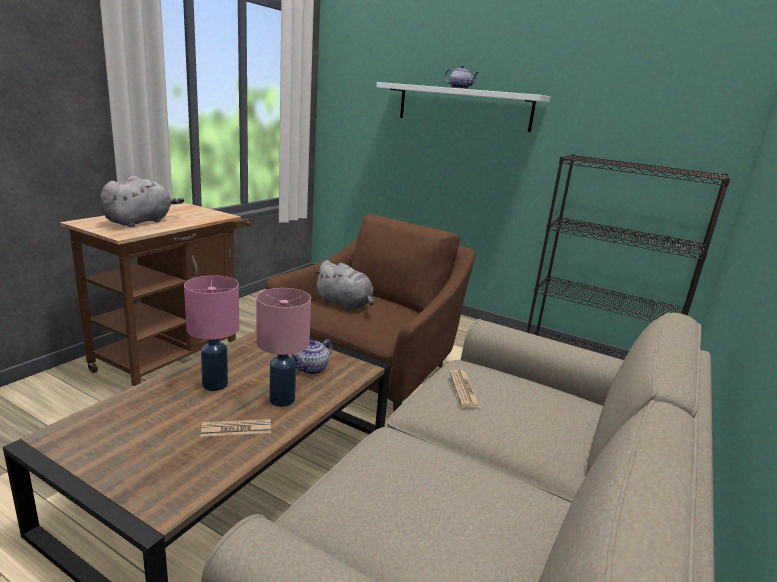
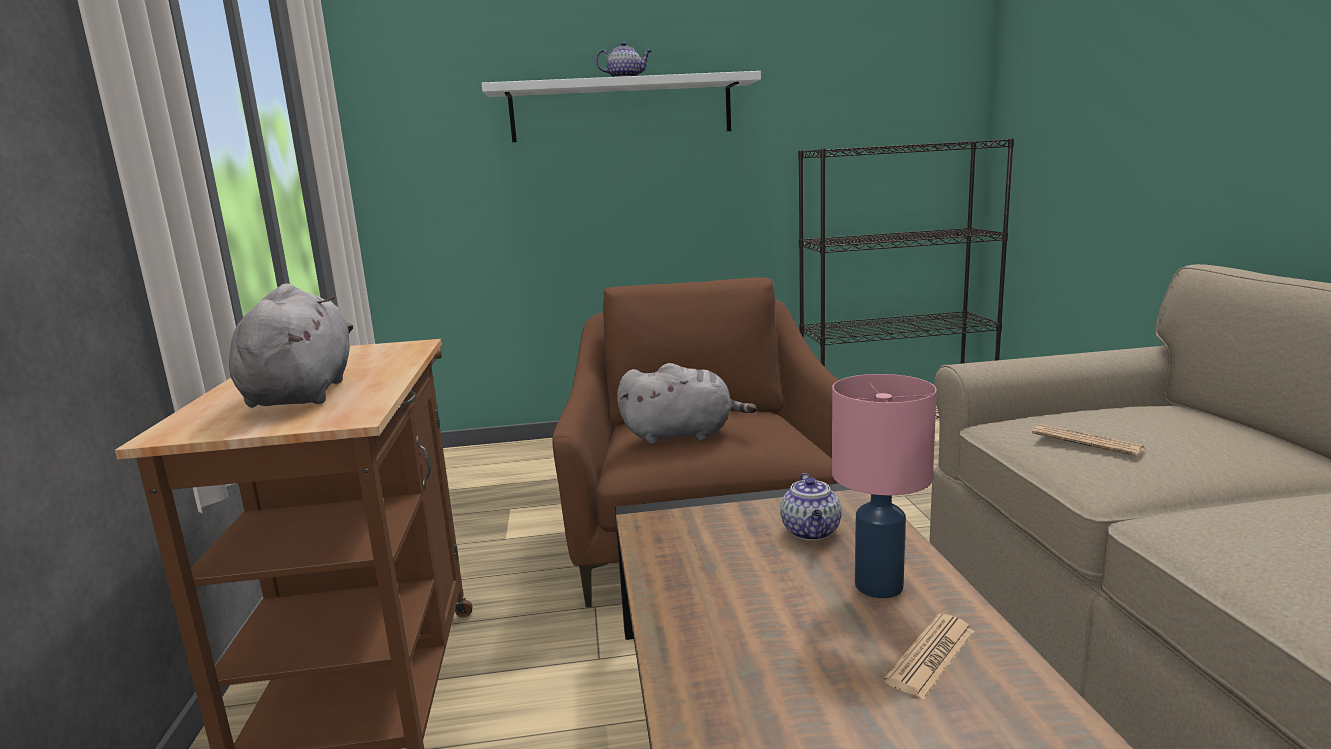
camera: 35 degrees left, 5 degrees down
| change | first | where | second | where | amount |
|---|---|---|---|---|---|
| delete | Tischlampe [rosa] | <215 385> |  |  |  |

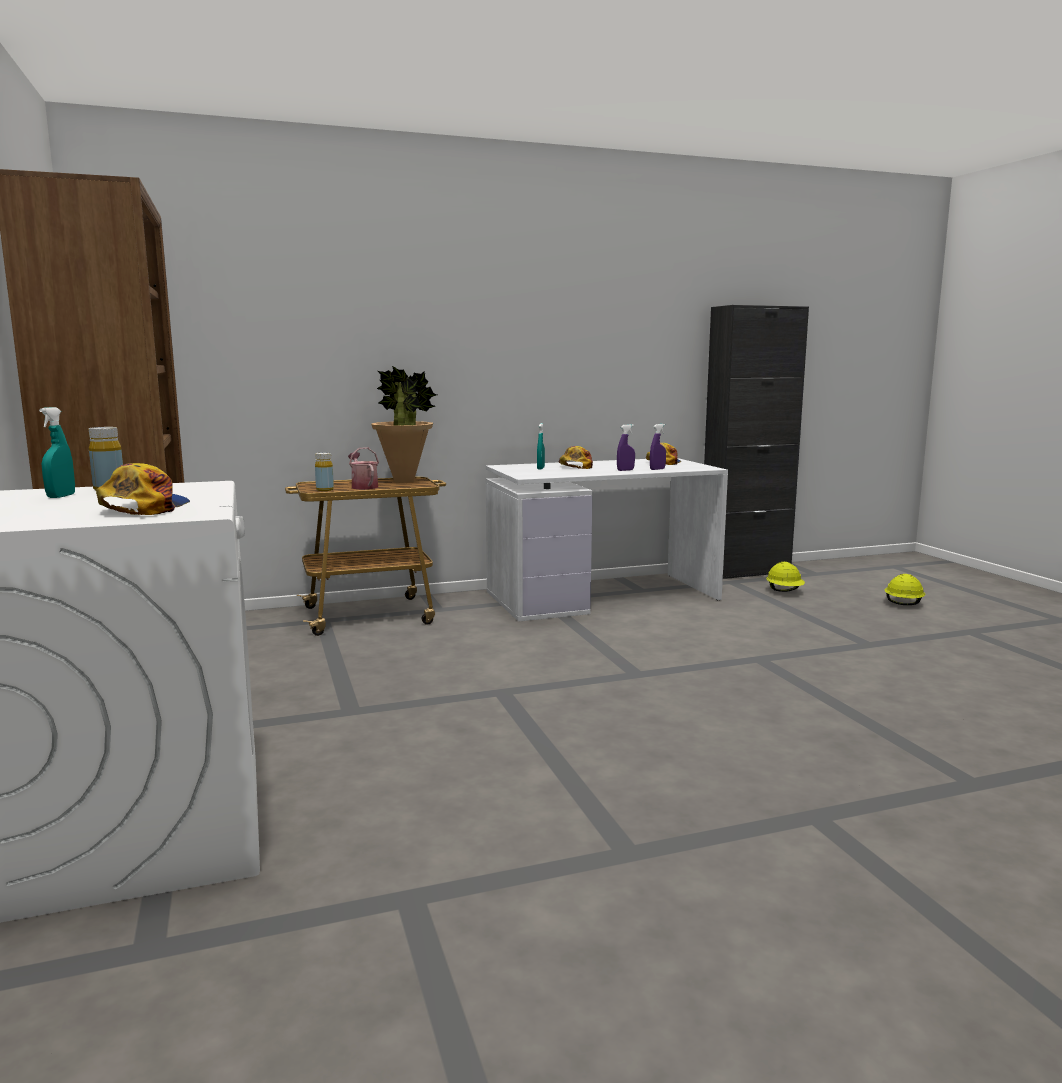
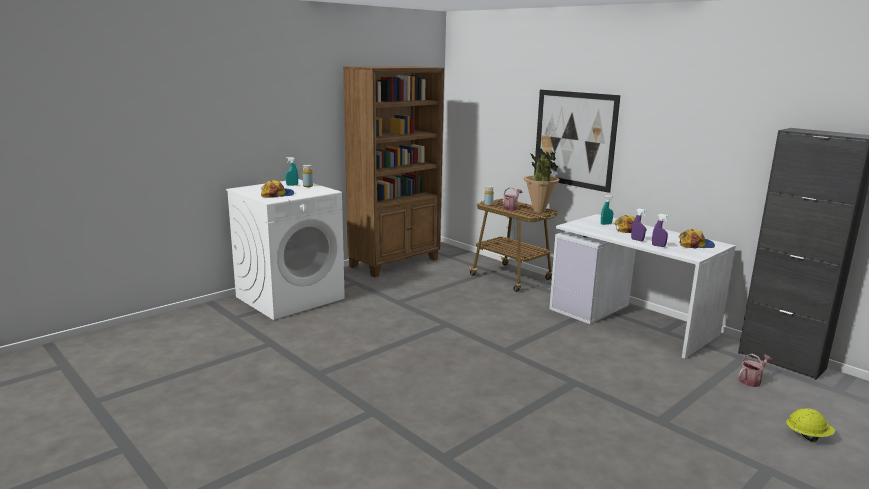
camera: 65 degrees right, 5 degrees up
| change | first | where | second | where | amount |
|---|---|---|---|---|---|
| replace | Schutzhelm [gelb] | <784 591> | Gießkanne | <751 381> |  |
| insert |  |  | Bild | <574 139> |  |

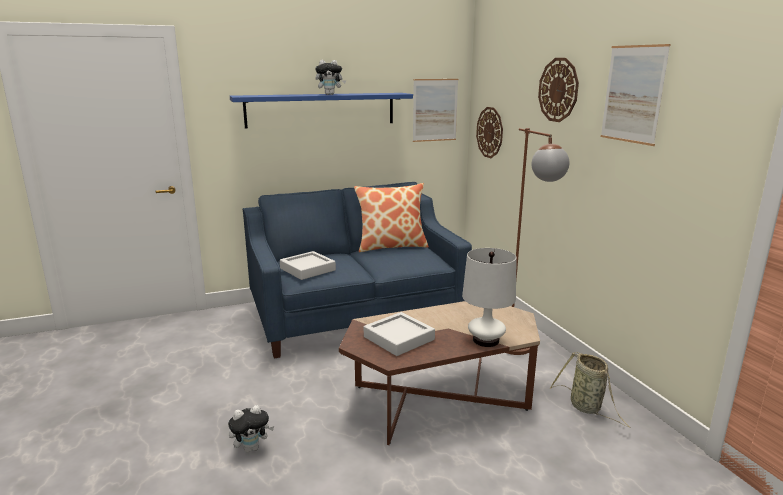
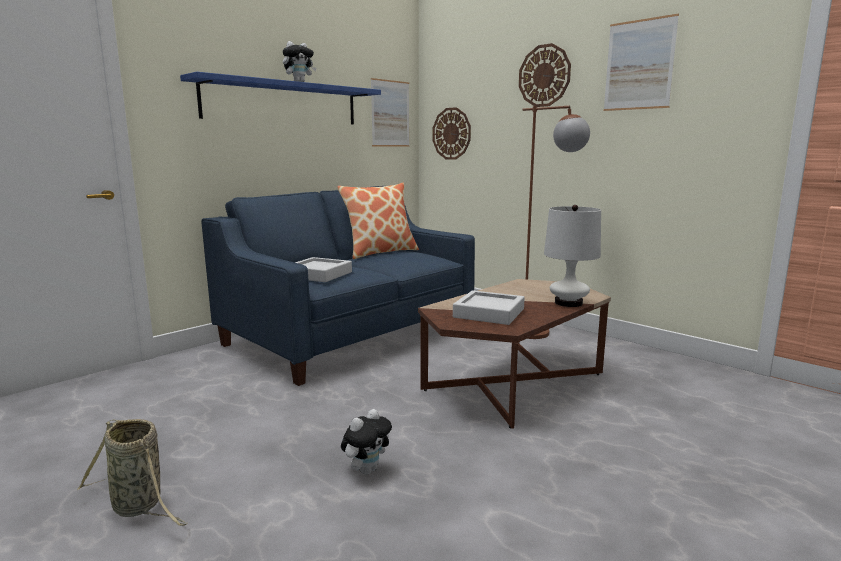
camera: 25 degrees left, 5 degrees down
| change | first | where | second | where | amount |
|---|---|---|---|---|---|
| move | Korb | <587 408> |  | <139 506> |  |

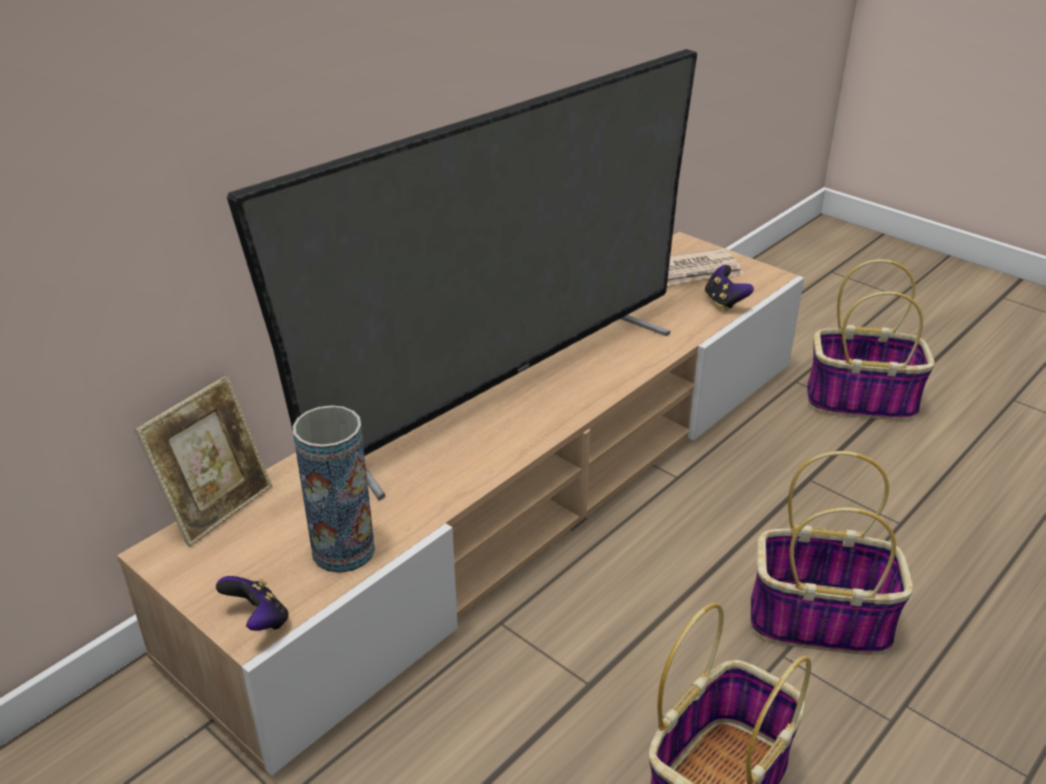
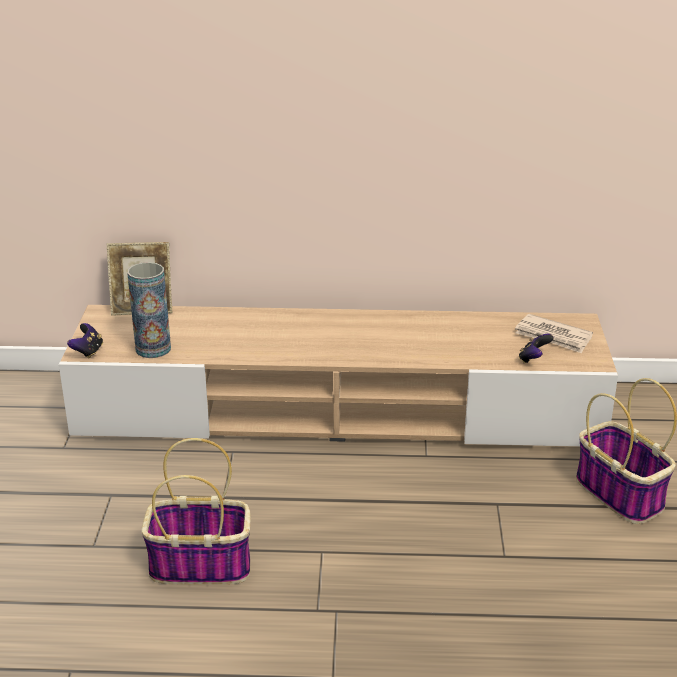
camera: 50 degrees right, 5 degrees down
| change | first | where | second | where | amount |
|---|---|---|---|---|---|
| delete | Fernseher | <505 389> |  |  |  |
| delete | Korb | <821 621> |  |  |  |

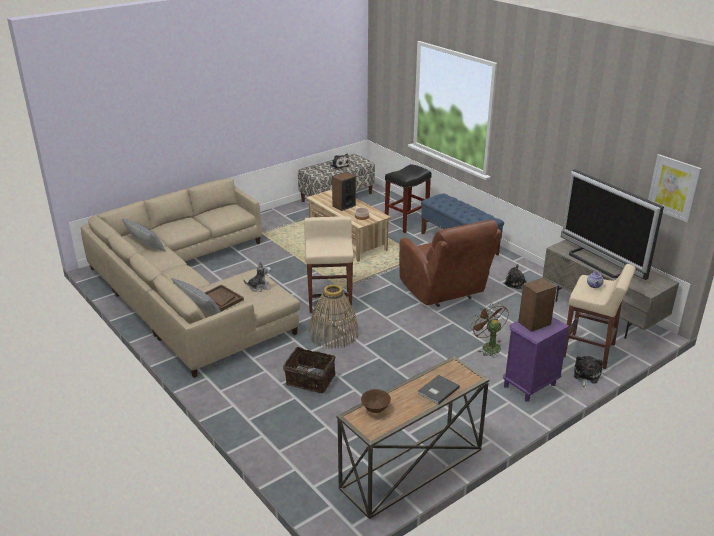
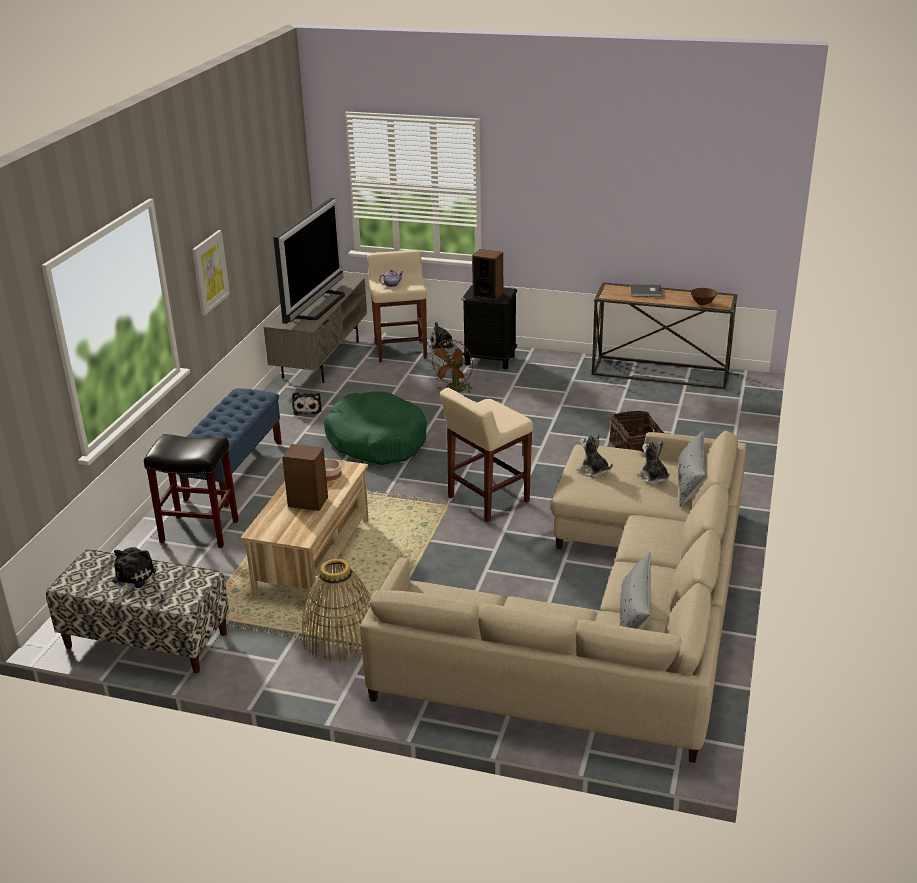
camera: 125 degrees left, 0 degrees up
| change | first | where | second | where | amount |
|---|---|---|---|---|---|
| move | Bild | <673 187> |  | <210 272> |  |
| replace | Sessel [braun] | <444 292> | Hundebett [grün] | <377 441> |  |
| replace | Tablett [braun] | <221 299> | Plüschtier | <653 478> |  |
| move | Korb | <333 334> |  | <341 635> |  |
| recolor | Nachttisch [lila] | <529 385> | Nachttisch [schwarz] | <490 360> |  |

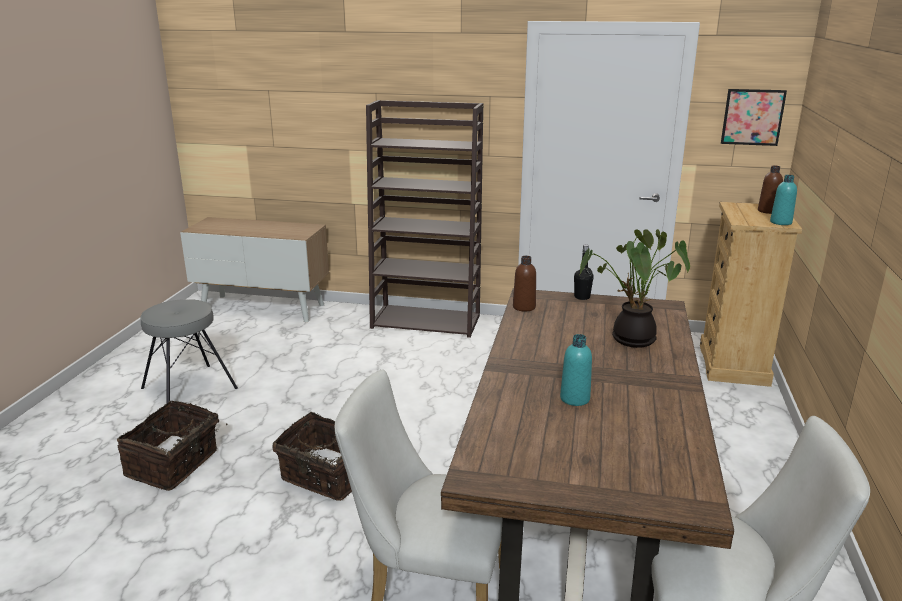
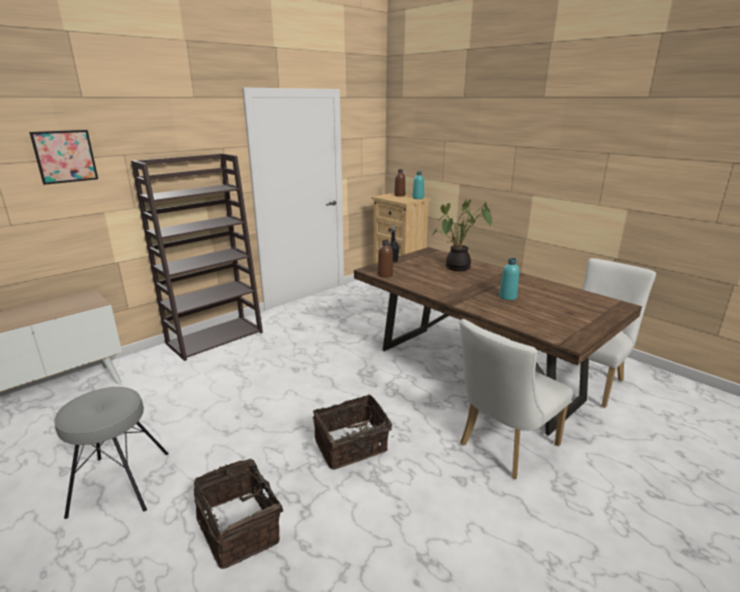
camera: 55 degrees left, 0 degrees up
| change | first | where | second | where | amount |
|---|---|---|---|---|---|
| move | Bild | <752 117> |  | <65 156> |  |

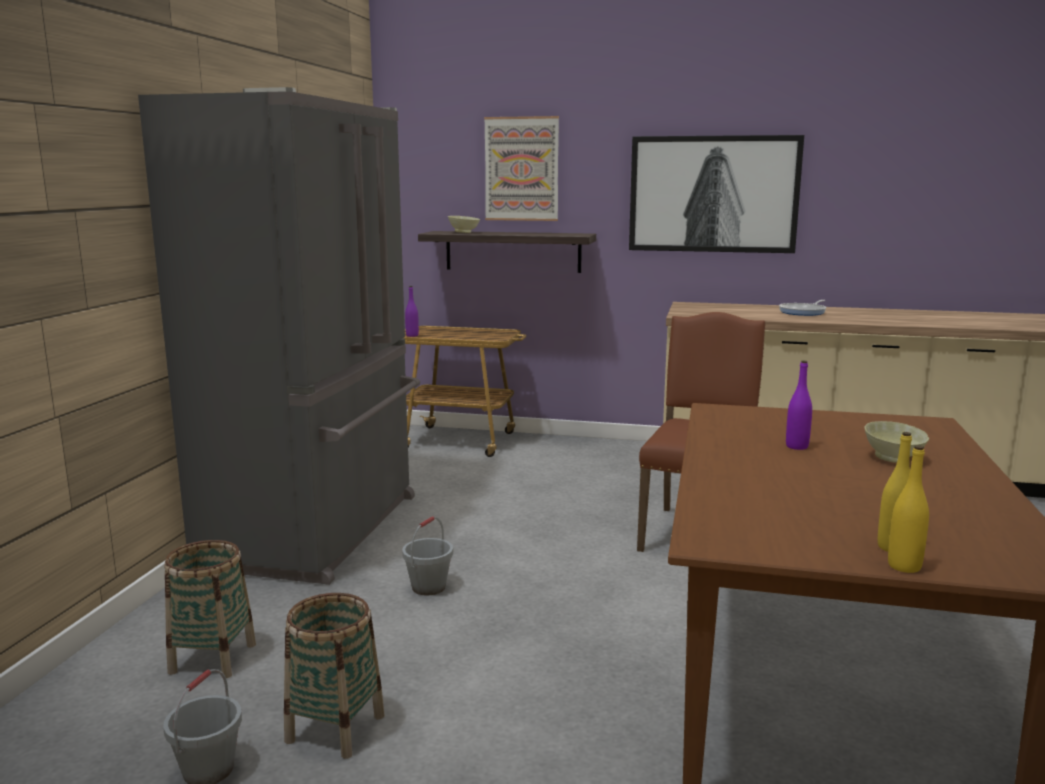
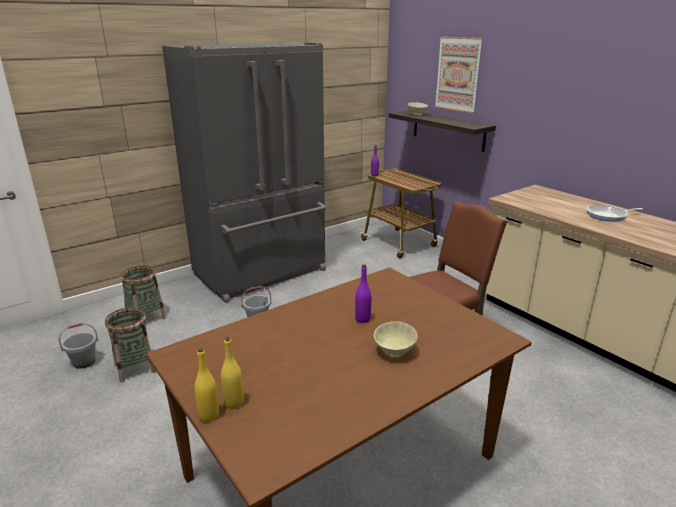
camera: 40 degrees right, 10 degrees up
| change | first | where | second | where | amount |
|---|---|---|---|---|---|
| delete | Bild | <713 194> |  |  |  |

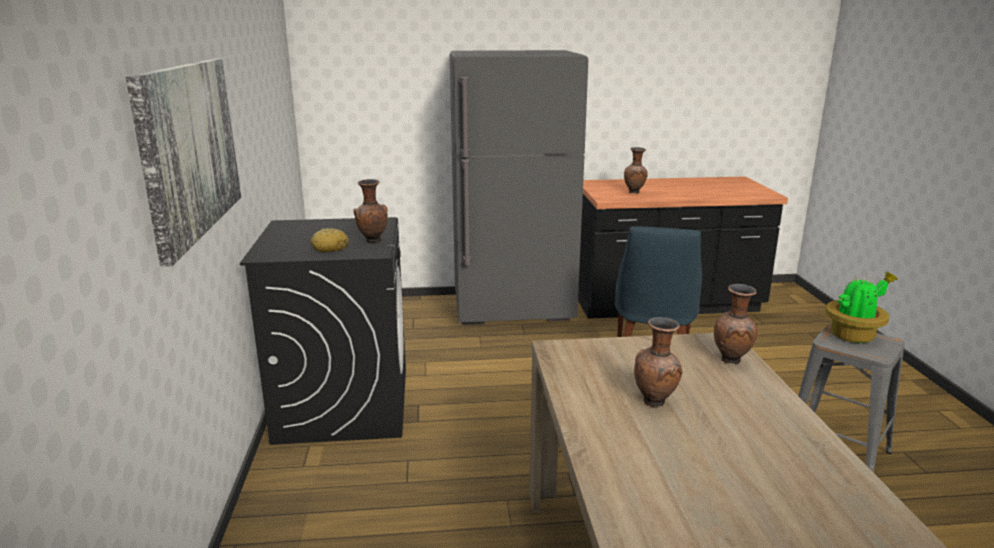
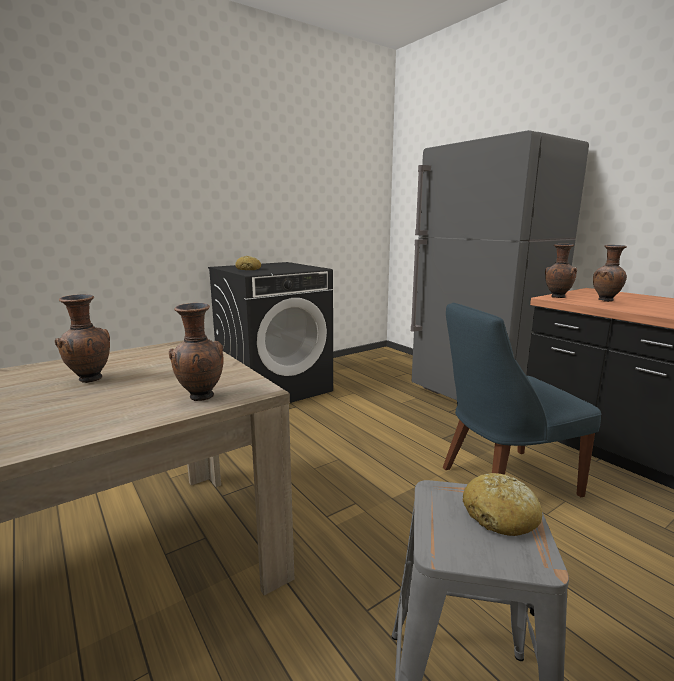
camera: 60 degrees right, 5 degrees down
| change | first | where | second | where | amount |
|---|---|---|---|---|---|
| delete | Bild | <190 149> |  |  |  |
| move | Vase [braun] | <372 241> |  | <557 297> |  |
| replace | Topfpflanze | <854 335> | Brot | <500 516> |  |

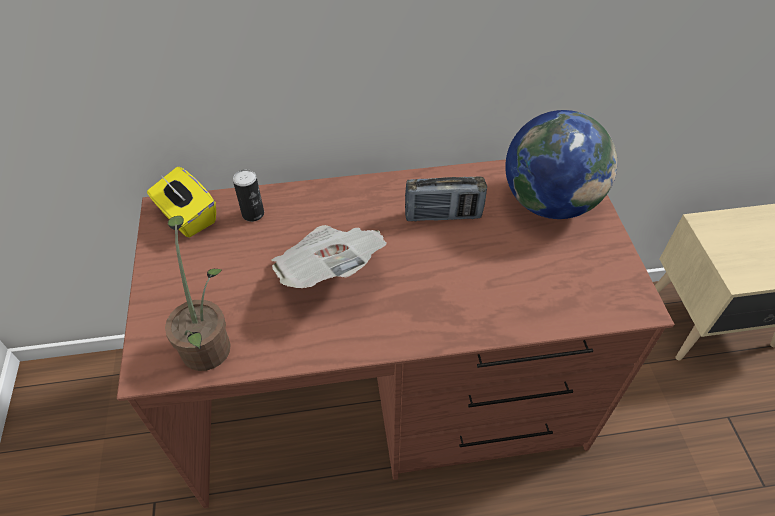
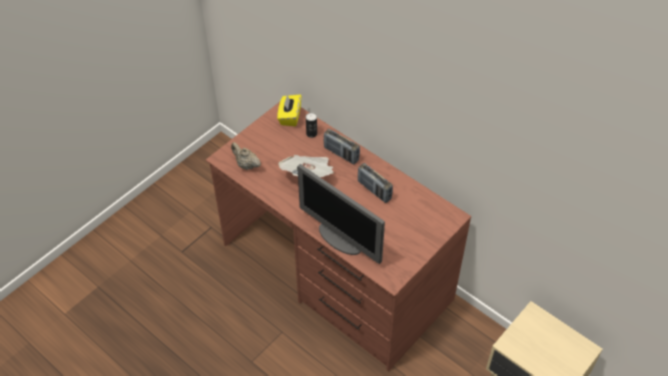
camera: 50 degrees right, 0 degrees up
| change | first | where | second | where | amount |
|---|---|---|---|---|---|
| delete | Globus | <549 202> |  |  |  |
| replace | Topfpflanze | <207 342> | Teekanne [beige] | <246 165> |  |
| insert |  |  | Radio | <341 154> |  |
| insert |  |  | Monitor | <340 239> |  |

